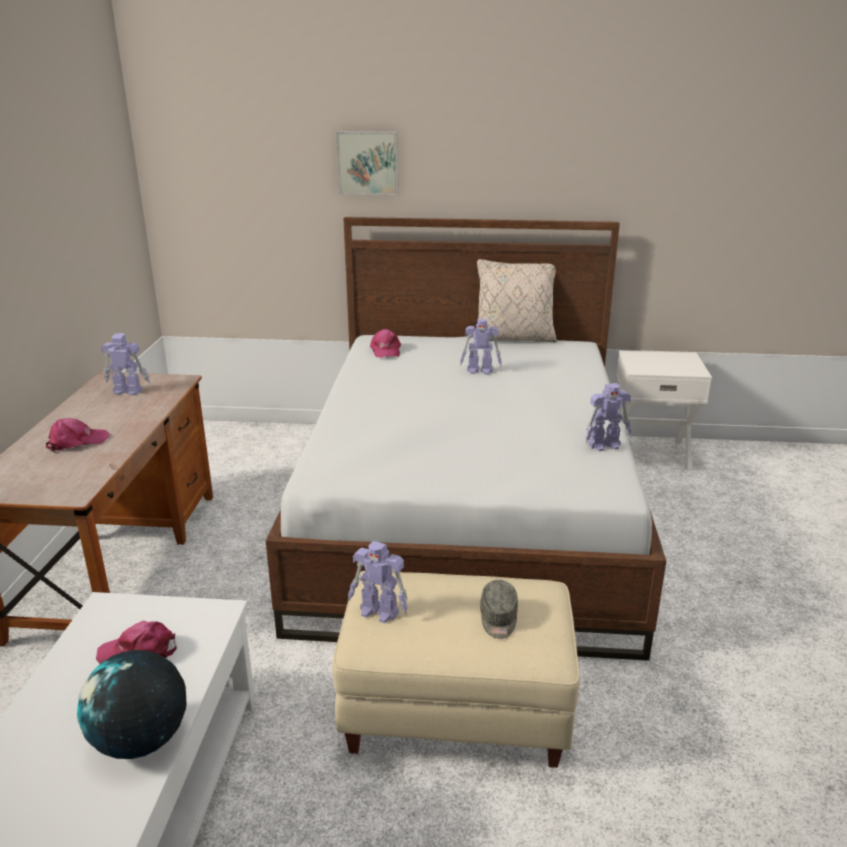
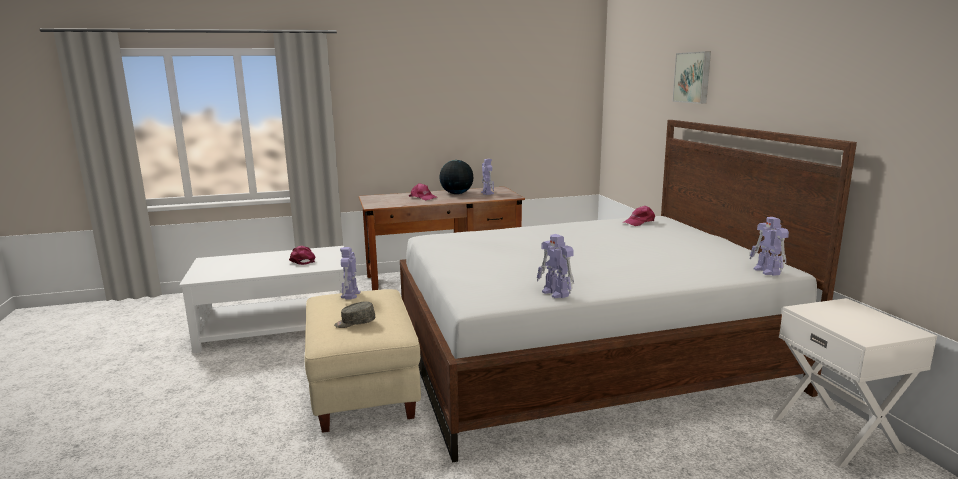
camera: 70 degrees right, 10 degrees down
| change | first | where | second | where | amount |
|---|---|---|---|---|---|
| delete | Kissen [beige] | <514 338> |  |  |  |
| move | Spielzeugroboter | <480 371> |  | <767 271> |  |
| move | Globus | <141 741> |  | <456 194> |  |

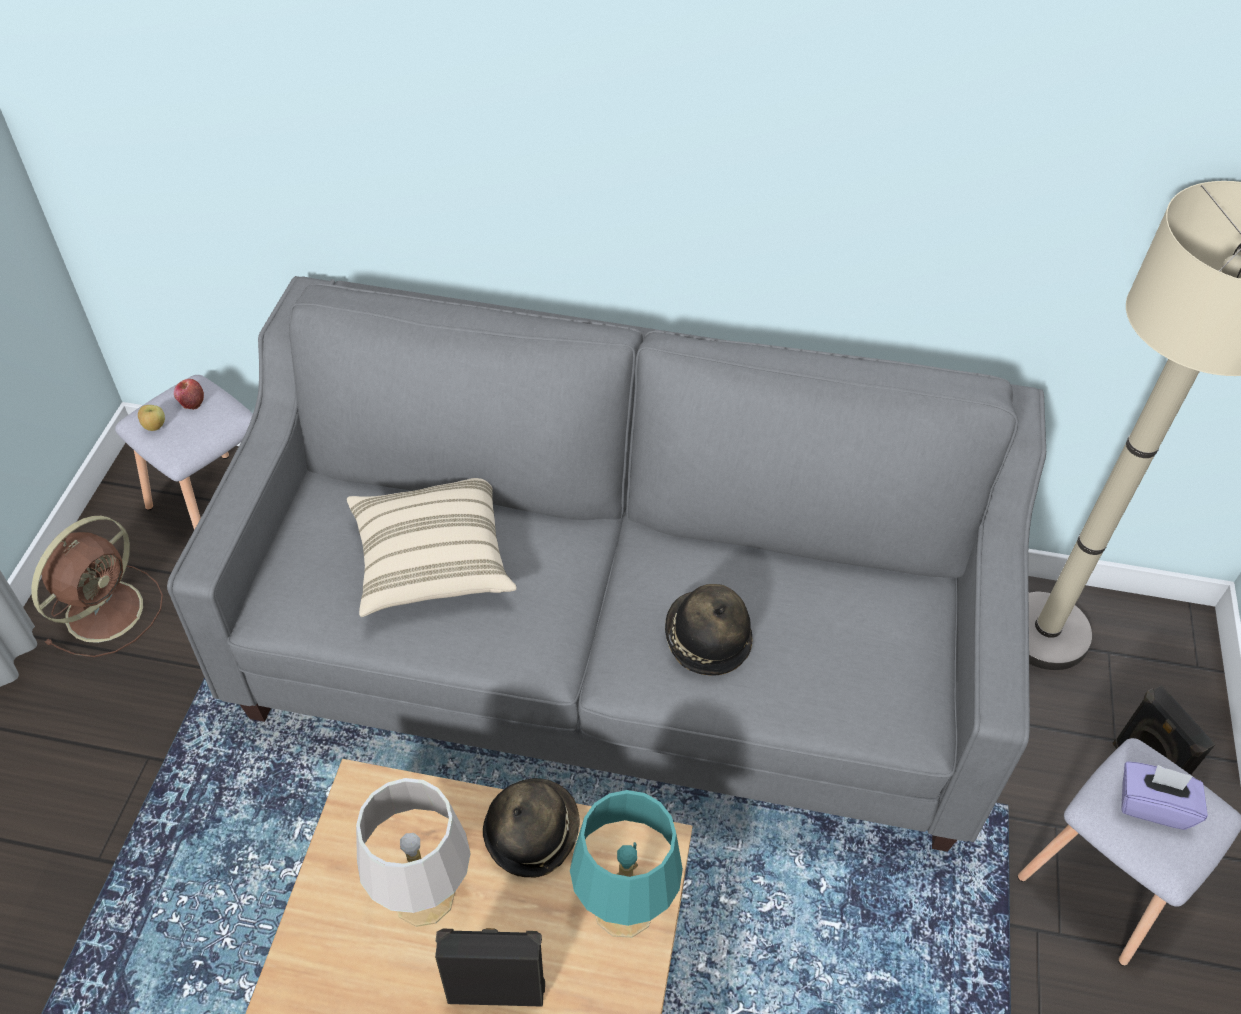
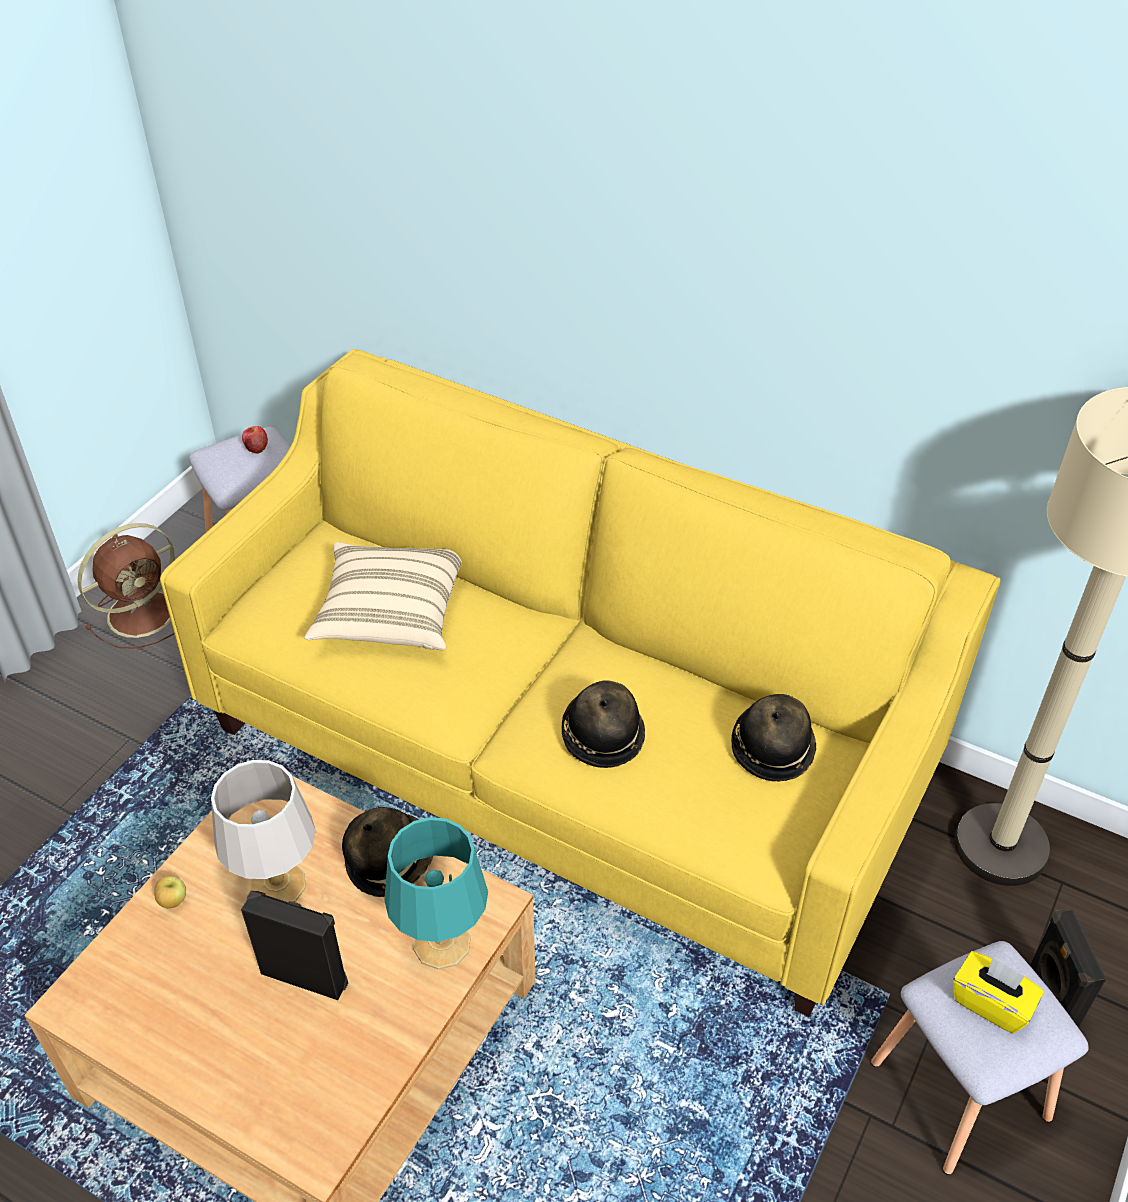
camera: 20 degrees right, 5 degrees down
| change | first | where | second | where | amount |
|---|---|---|---|---|---|
| recolor | Sofa [grau] | <615 649> | Sofa [gelb] | <563 753> |  |
| move | Apfel | <154 427> |  | <173 901> |  |
| recolor | Taschentuchbox [lila] | <1152 805> | Taschentuchbox [gelb] | <991 1003> |  |
| insert |  |  | Hut | <771 748> |  |

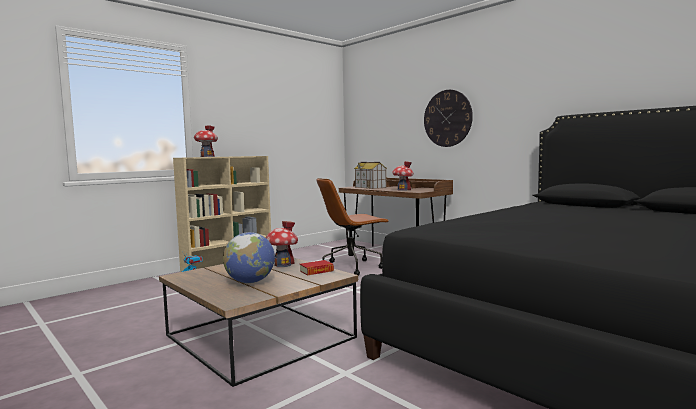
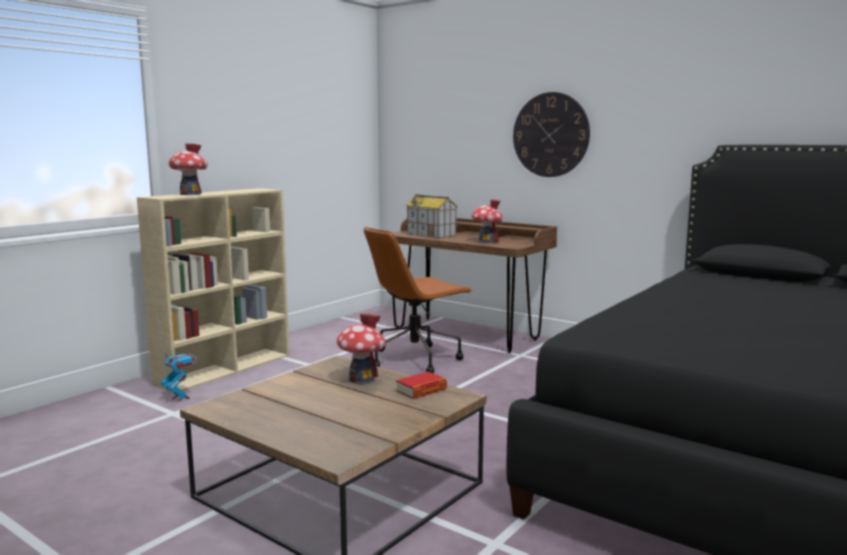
camera: 10 degrees left, 5 degrees up
| change | first | where | second | where | amount |
|---|---|---|---|---|---|
| delete | Globus | <250 282> |  |  |  |

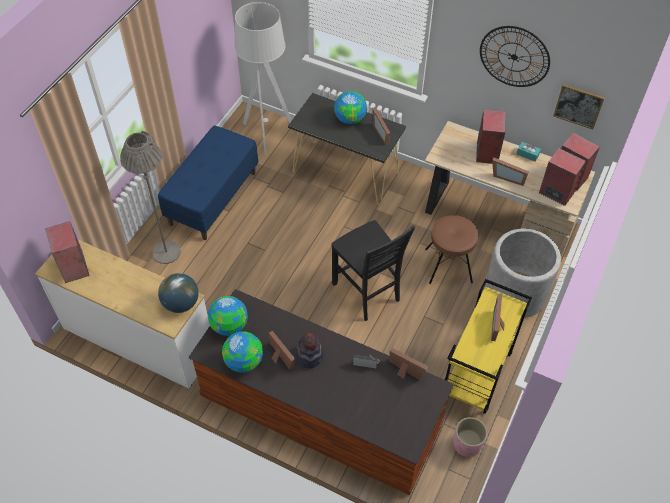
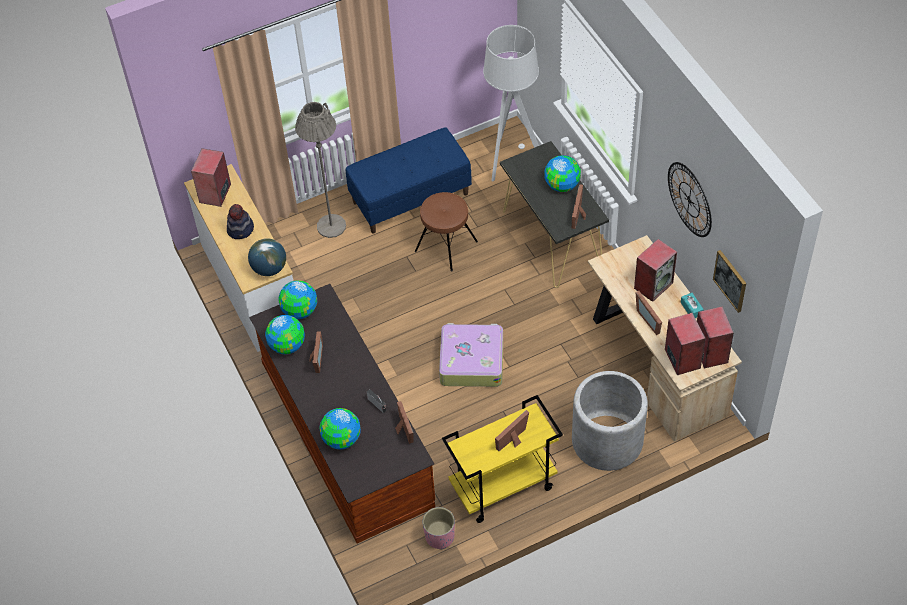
camera: 40 degrees right, 0 degrees up
| change | first | where | second | where | amount |
|---|---|---|---|---|---|
| move | Hocker [braun] | <448 266> |  | <445 246> |  |
| replace | Stuhl [schwarz] | <367 293> | Koffer | <471 361> |  |
| move | Hut | <309 355> |  | <241 229> |  |
| insert |  |  | Globus | <342 439> |  |

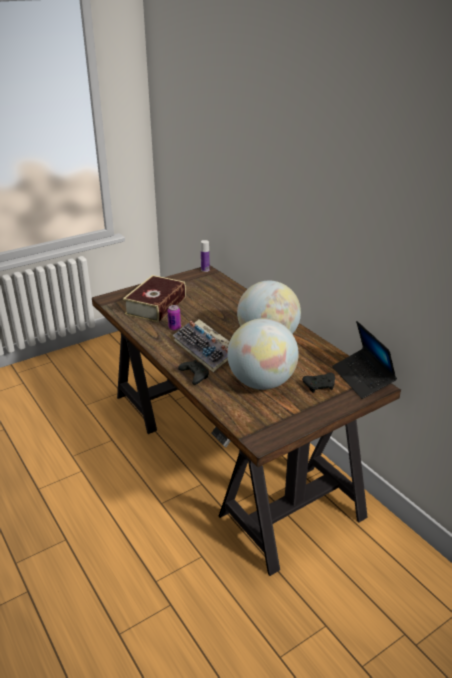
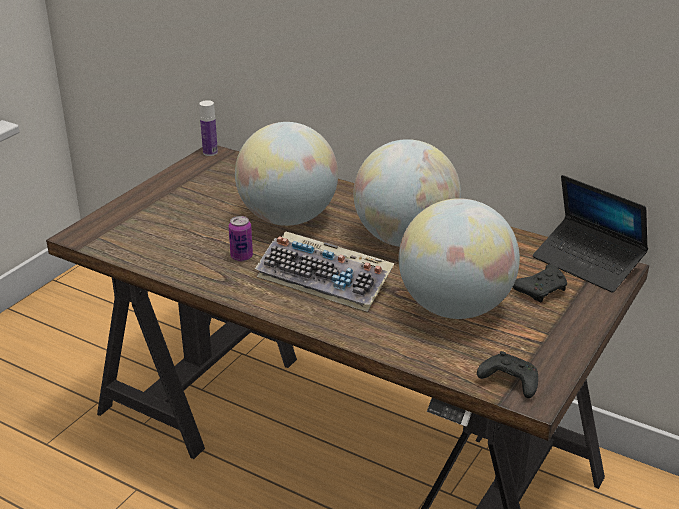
camera: 25 degrees left, 0 degrees up
| change | first | where | second | where | amount |
|---|---|---|---|---|---|
| delete | Buch | <156 306> |  |  |  |
| move | Gamepad [schwarz] | <194 376> |  | <508 382> |  |
| insert |  |  | Globus | <288 218> |  |

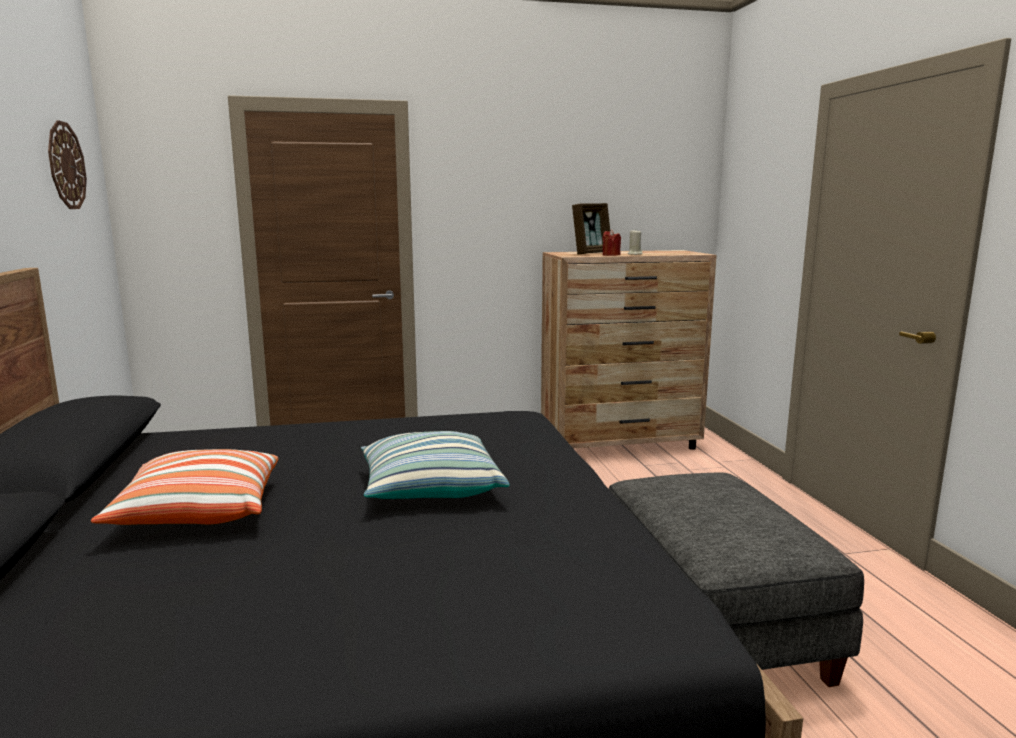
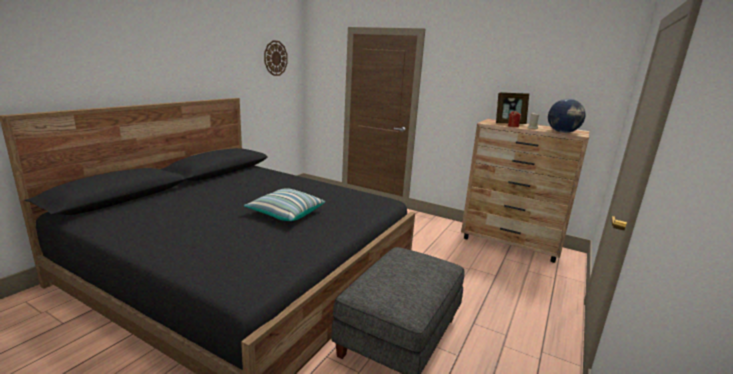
camera: 40 degrees right, 5 degrees up
| change | first | where | second | where | amount |
|---|---|---|---|---|---|
| delete | Kissen | <198 512> |  |  |  |
| insert |  |  | Globus | <562 132> |  |

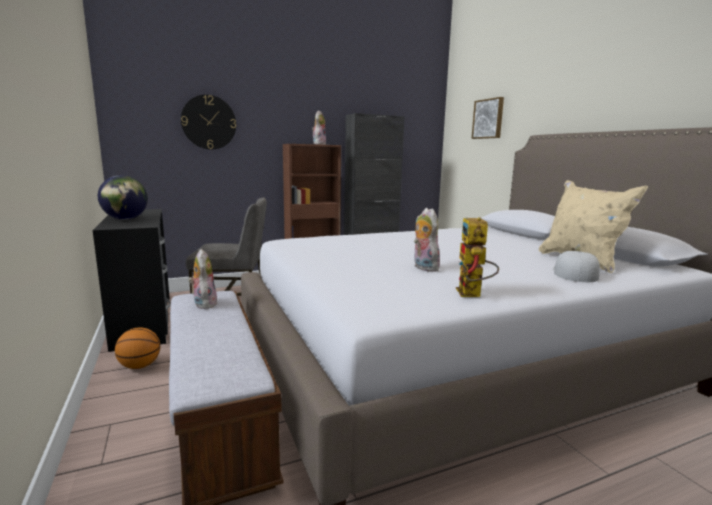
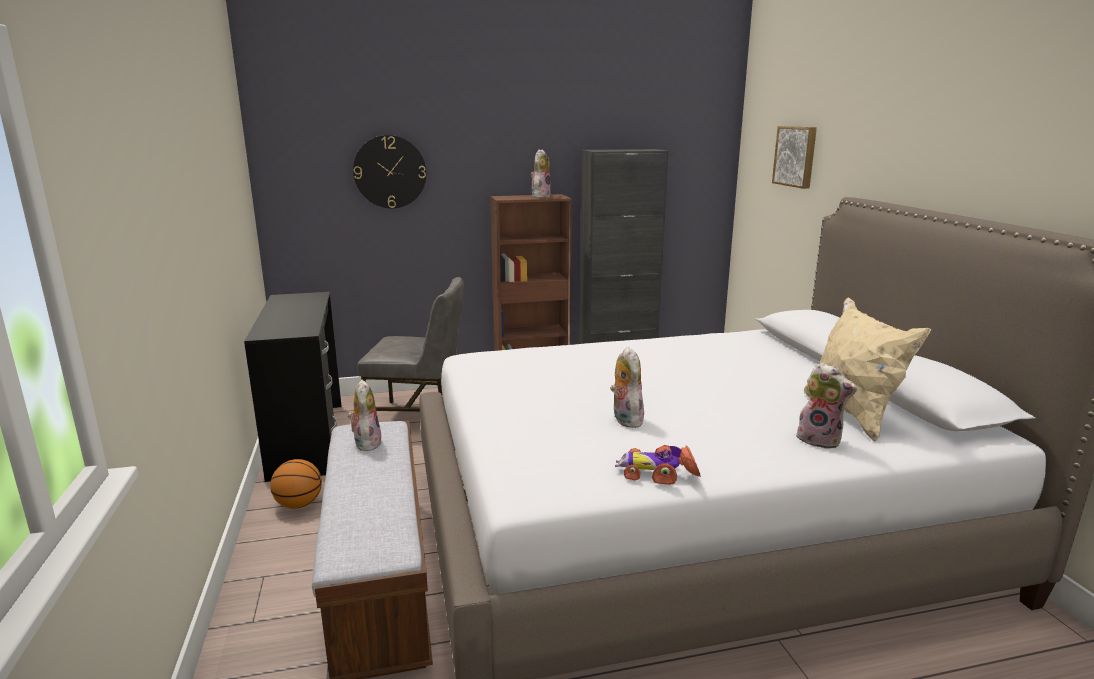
camera: 10 degrees right, 5 degrees up
| change | first | where | second | where | amount |
|---|---|---|---|---|---|
| delete | Globus | <125 219> |  |  |  |
| replace | Spielzeugroboter | <472 295> | Spielzeugauto | <657 473> |  |
| replace | Kappe [weiß] | <574 273> | Plüschtier | <820 440> |  |

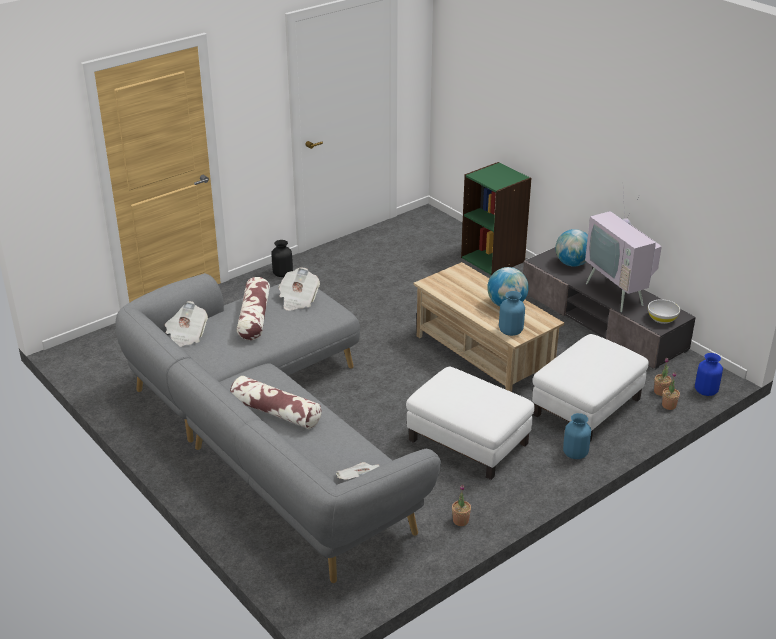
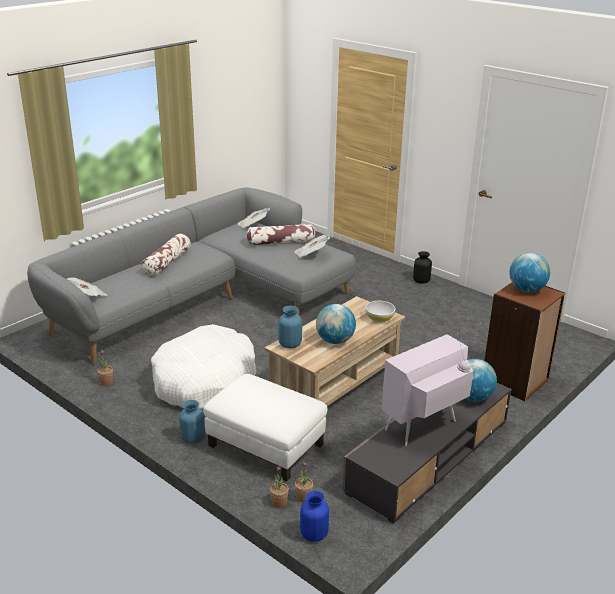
camera: 80 degrees right, 5 degrees down
| change | first | where | second | where | amount |
|---|---|---|---|---|---|
| recolor | Bücherregal [grün] | <493 259> | Bücherregal [braun] | <515 381> |  |
| move | Schüssel [weiß] | <662 319> |  | <379 318> |  |
| replace | Polsterhocker [weiß] | <467 442> | Hundebett [weiß] | <204 380> |  |
| insert |  |  | Globus | <526 290> |  |

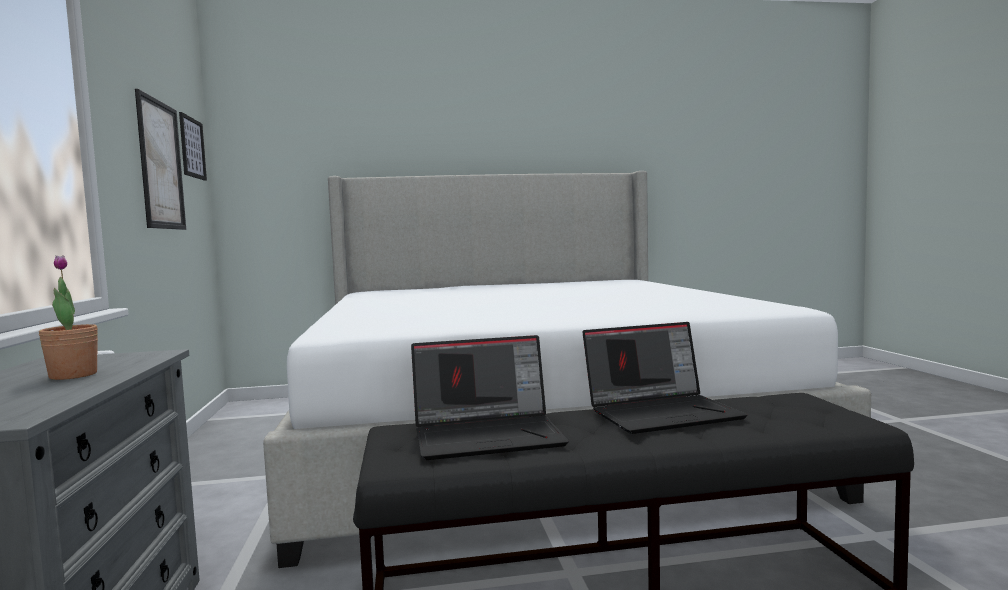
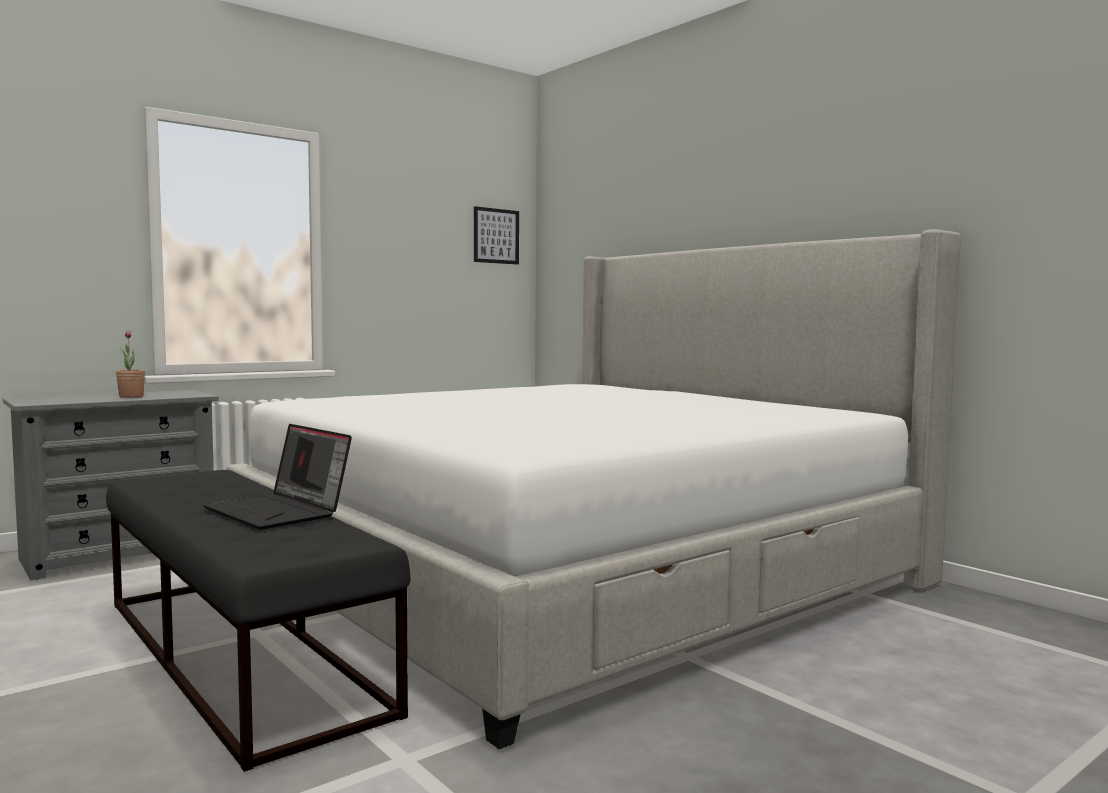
camera: 60 degrees right, 0 degrees up
| change | first | where | second | where | amount |
|---|---|---|---|---|---|
| delete | Bild | <161 165> |  |  |  |
| delete | Laptop | <489 435> |  |  |  |

